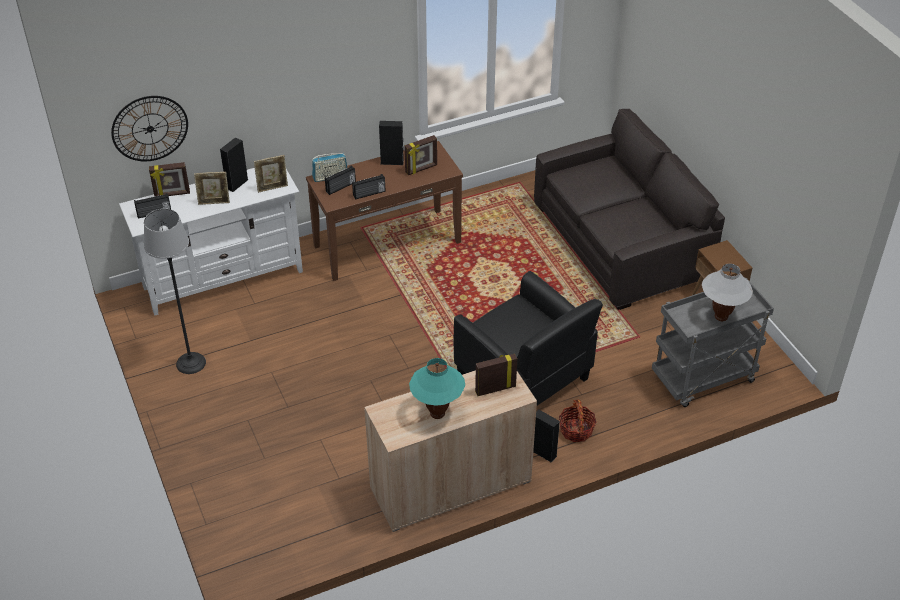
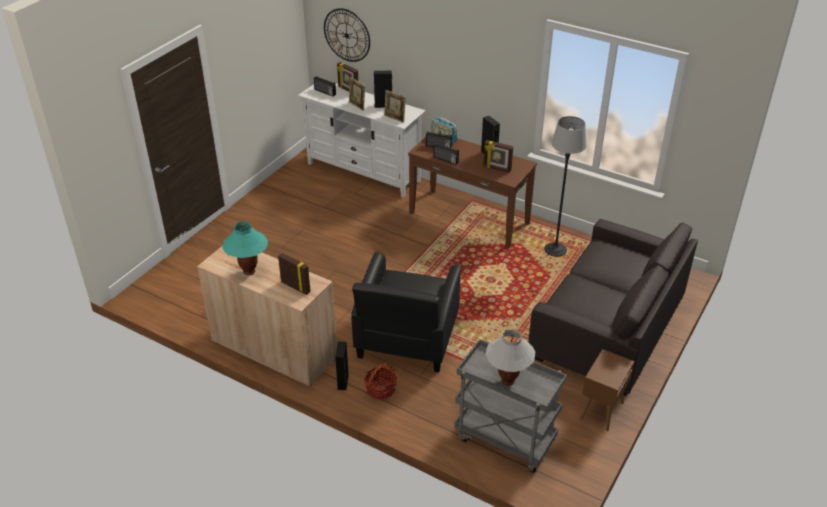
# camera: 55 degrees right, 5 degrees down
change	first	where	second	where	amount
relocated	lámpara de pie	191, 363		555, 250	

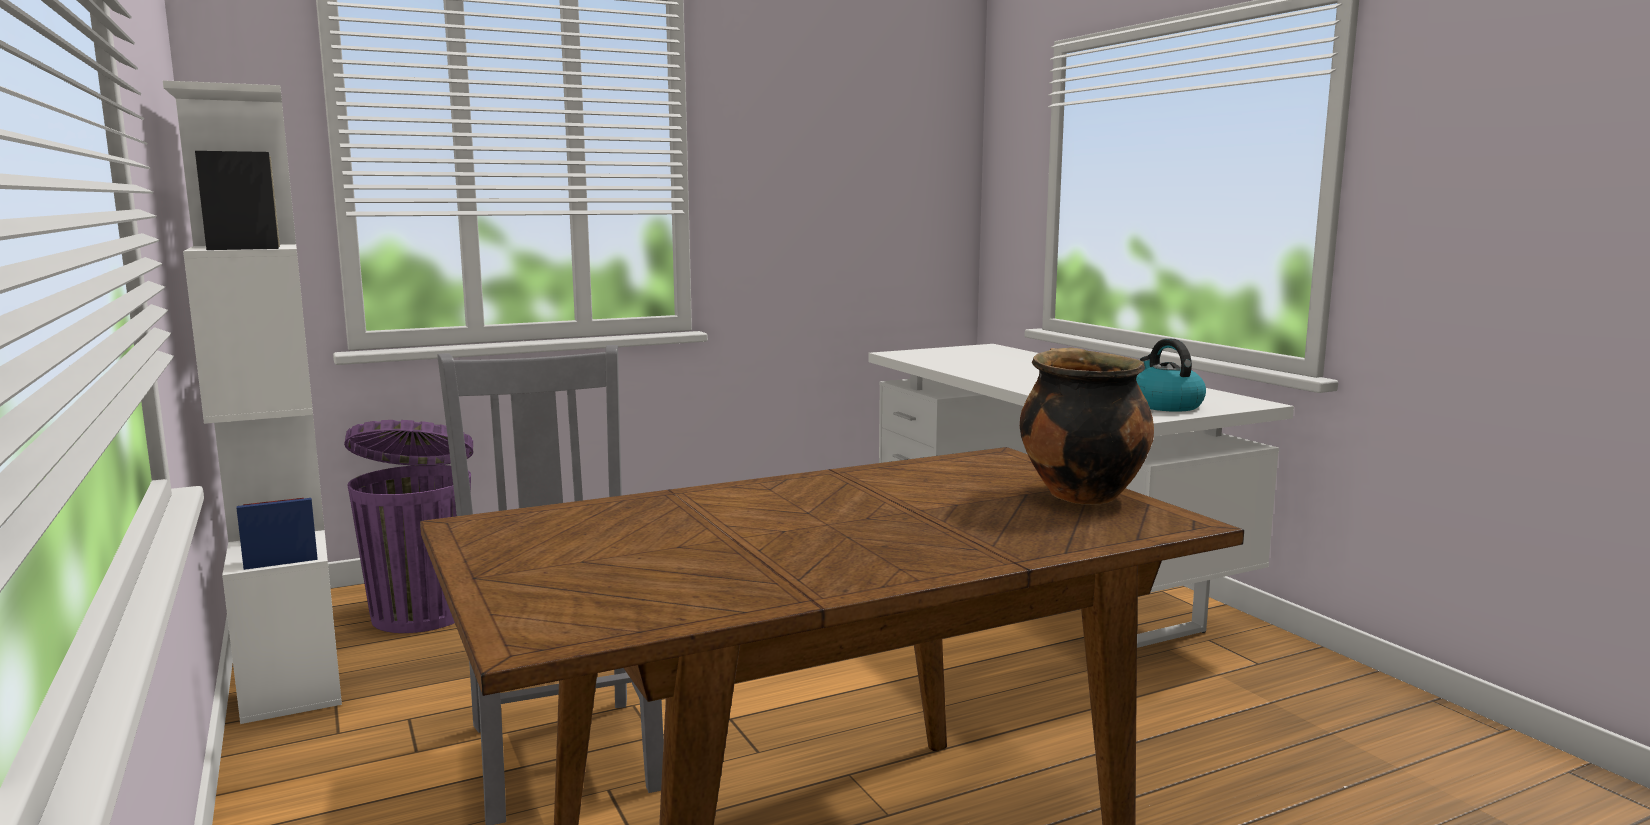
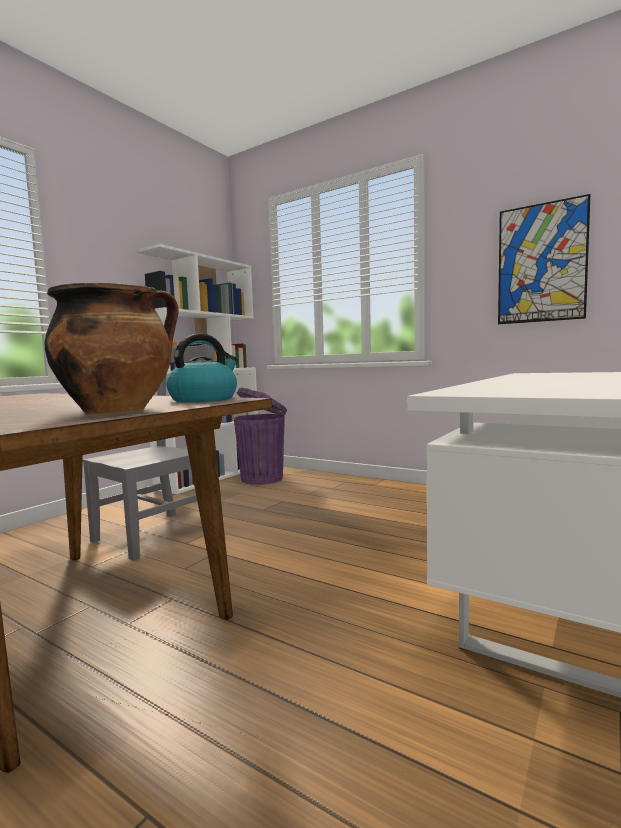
# camera: 60 degrees right, 5 degrees down
change	first	where	second	where	amount
relocated	hervidor	1165, 405		204, 399	
appeared			cuadro	541, 263	

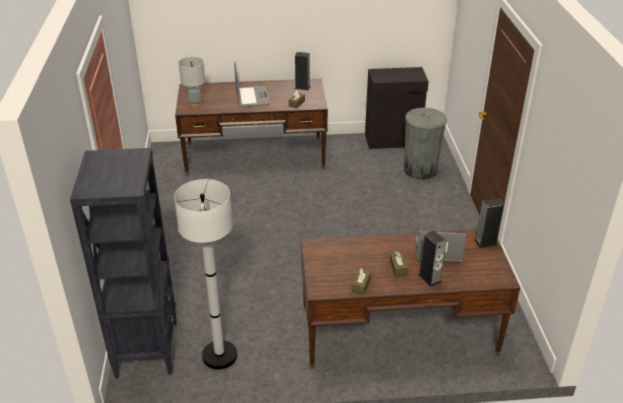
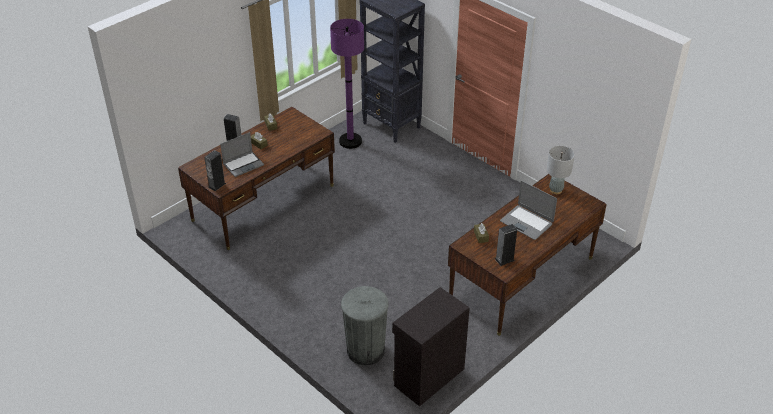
# camera: 140 degrees right, 5 degrees up
change	first	where	second	where	amount
colour	lámpara de pie/blanco	219, 356	lámpara de pie/morado	350, 141	

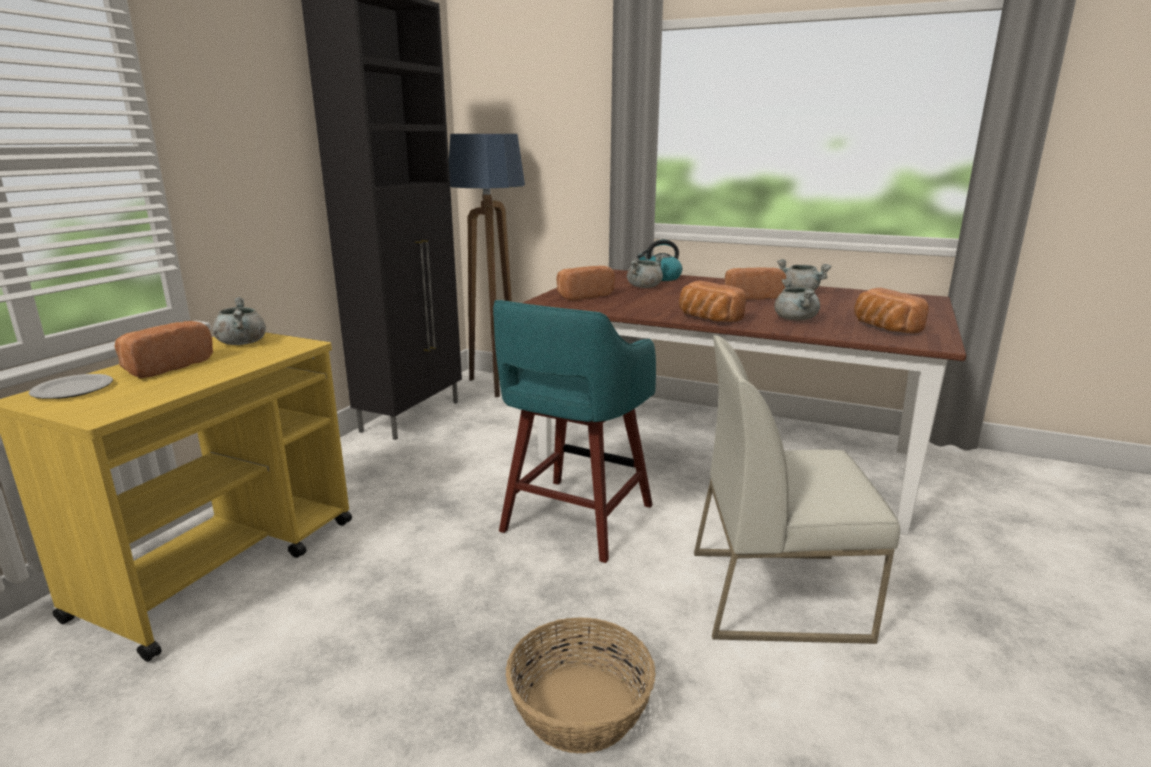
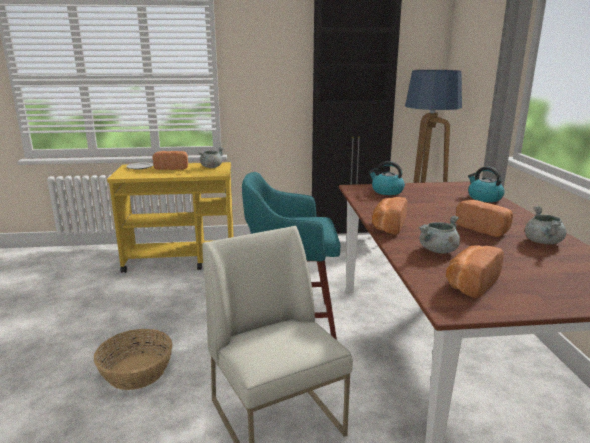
# camera: 60 degrees right, 0 degrees up
change	first	where	second	where	amount
exchanged	pan	582, 296	hervidor	386, 191	
missing	olla/gris	644, 287			

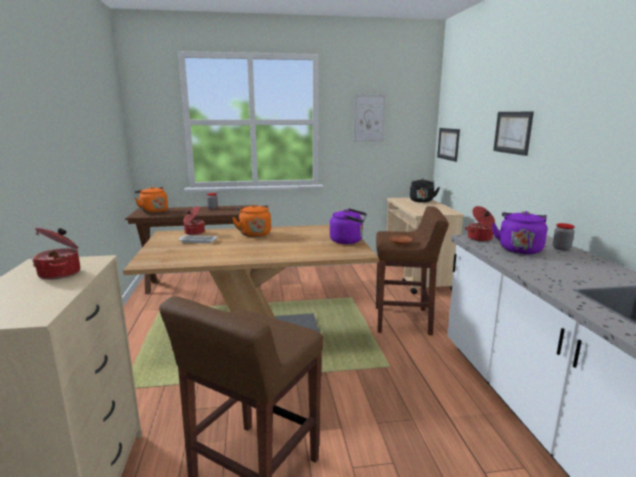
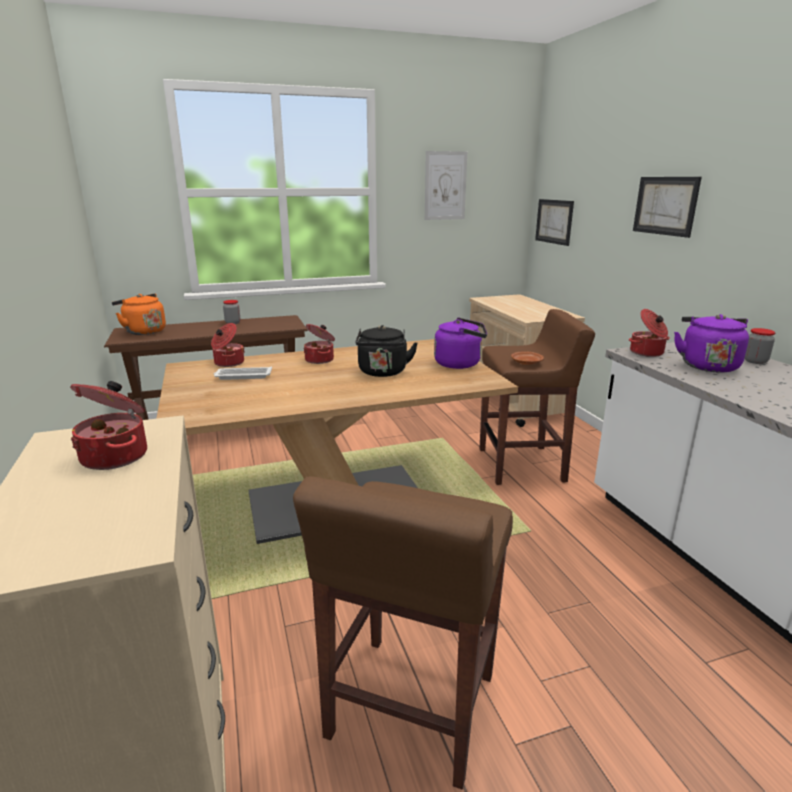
# camera: 10 degrees left, 5 degrees up
change	first	where	second	where	amount
exchanged	hervidor/naranja	254, 233	olla	320, 360	
relocated	hervidor/negro	421, 201		383, 373	

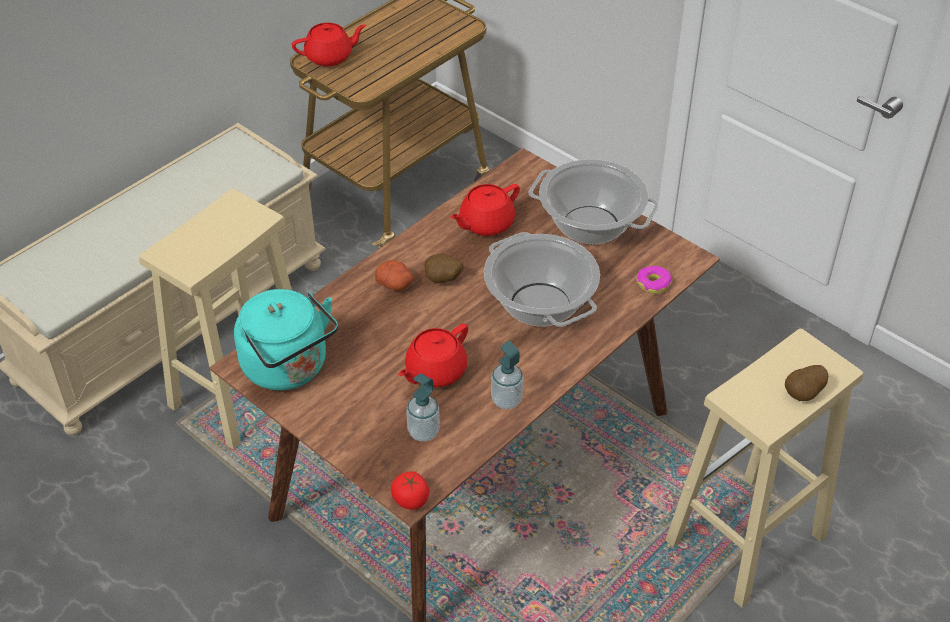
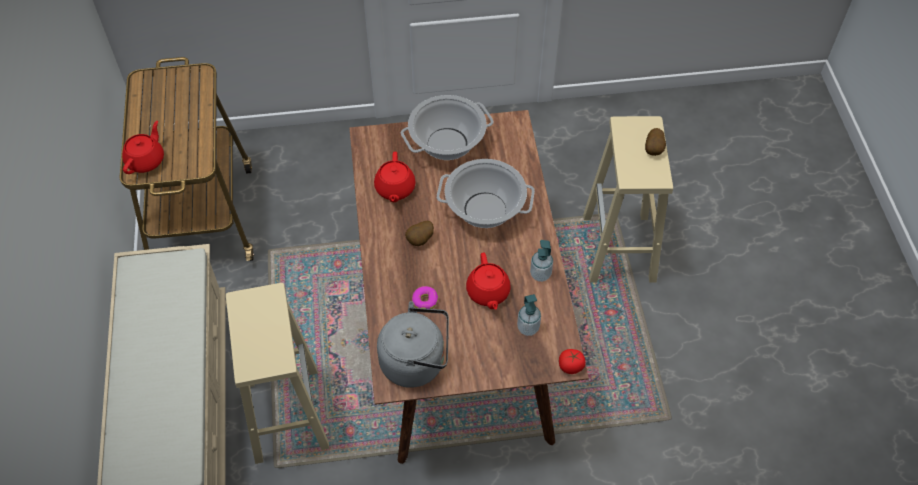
# camera: 50 degrees left, 10 degrees up
change	first	where	second	where	amount
colour	hervidor/turquesa	289, 368	hervidor/gris	417, 362	
relocated	rosquilla	653, 284		425, 300	
missing	patata	395, 284			

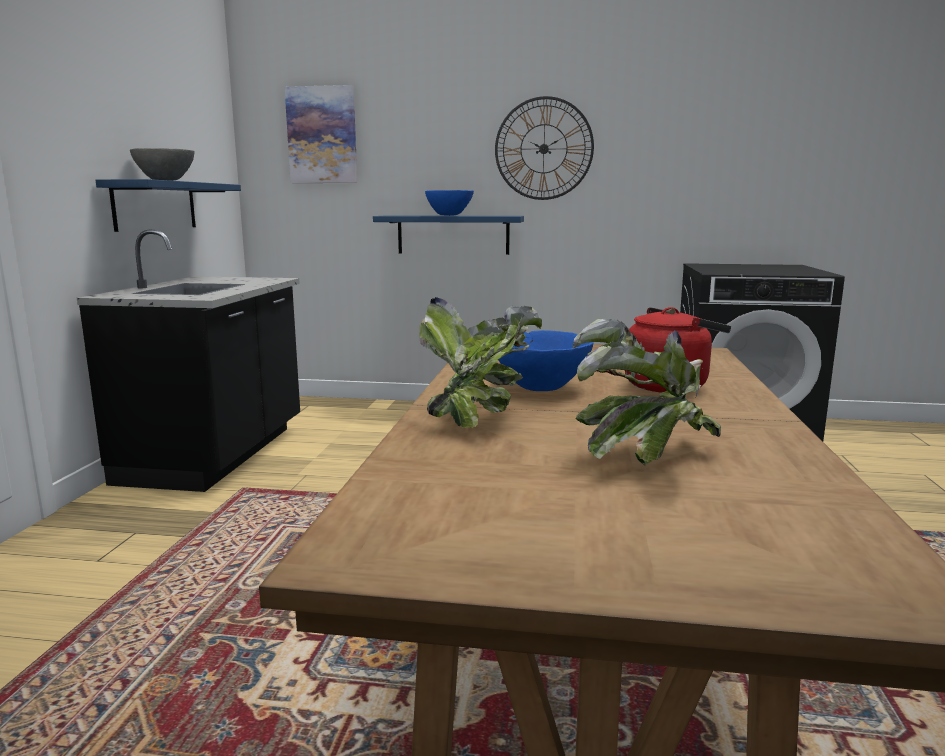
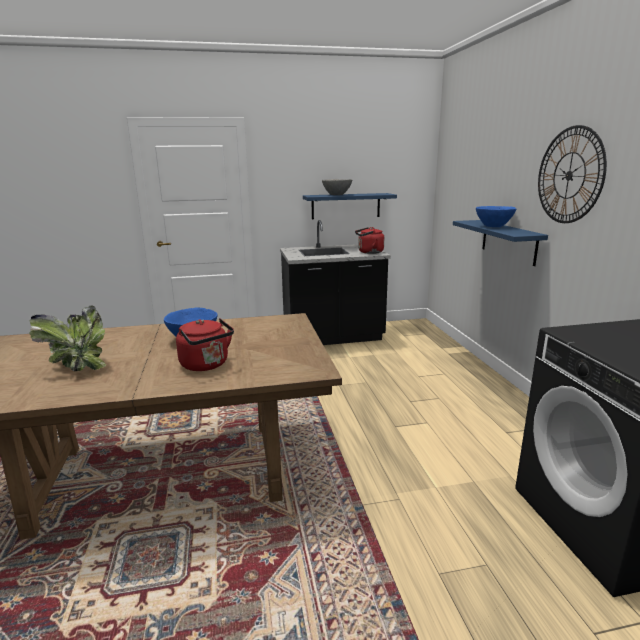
# camera: 70 degrees right, 5 degrees up
change	first	where	second	where	amount
appeared			hervidor/rojo	369, 252	
missing	cuadro	322, 135			
missing	planta en maceta	478, 417			

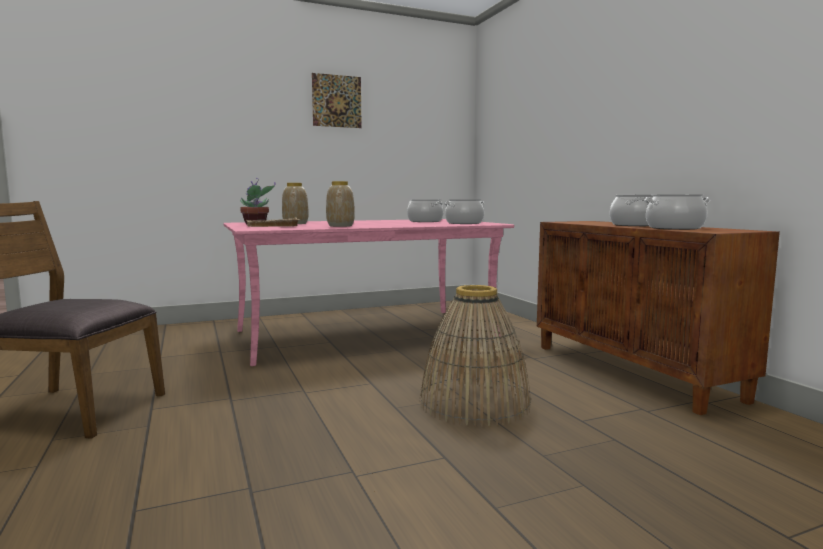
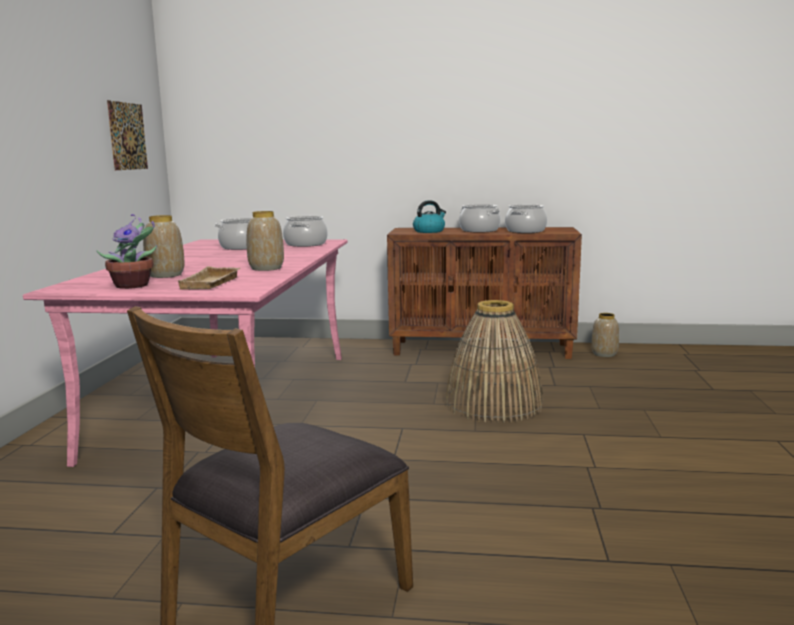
# camera: 60 degrees left, 5 degrees up
change	first	where	second	where	amount
relocated	cuadro	337, 101		127, 136	
appeared			hervidor	429, 231	
appeared			florero	604, 354	

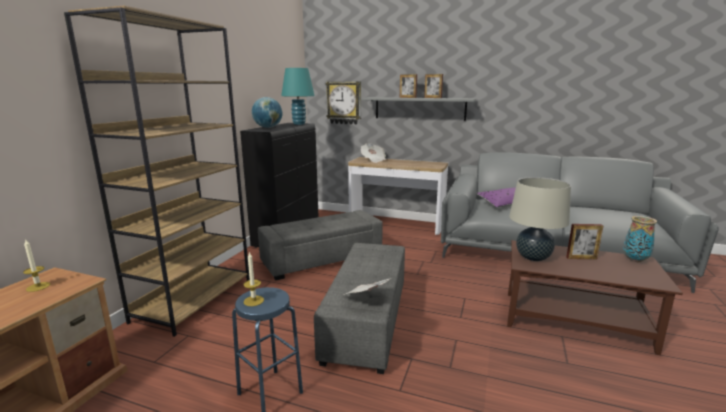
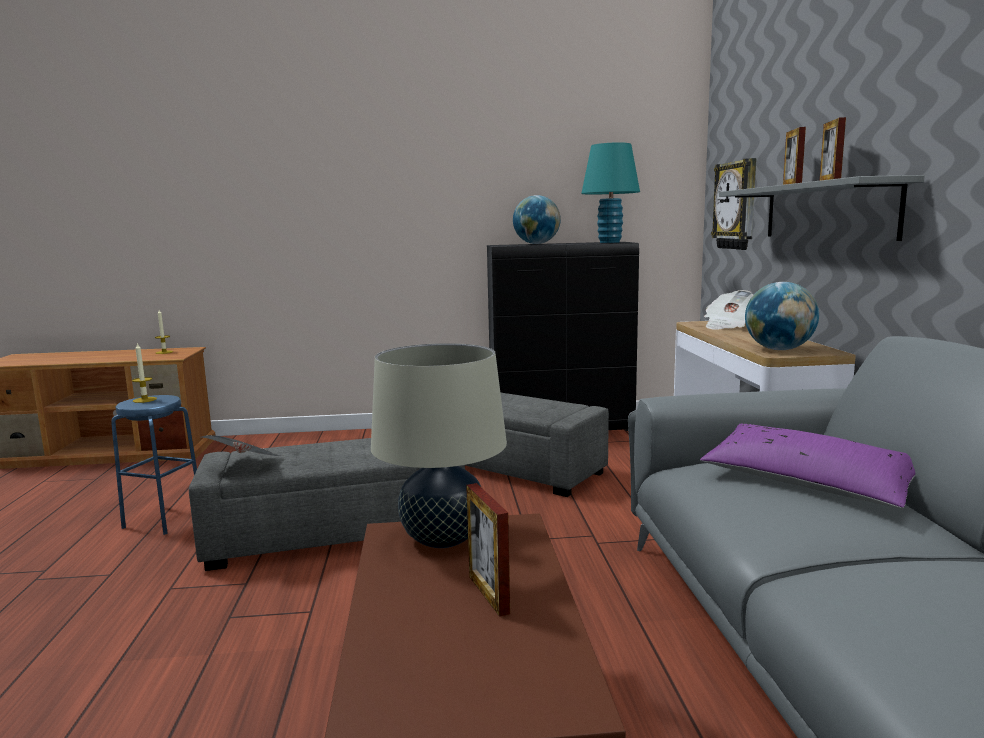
# camera: 65 degrees right, 5 degrees down
change	first	where	second	where	amount
appeared			globo terráqueo	779, 349	
missing	estantería/marrón	194, 299			
missing	florero	634, 260			

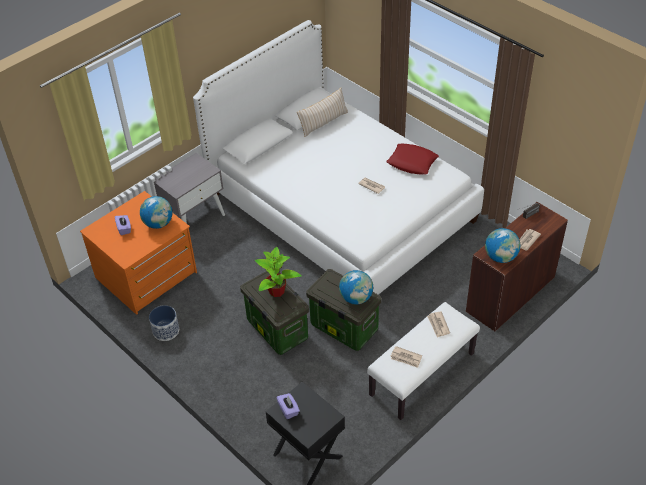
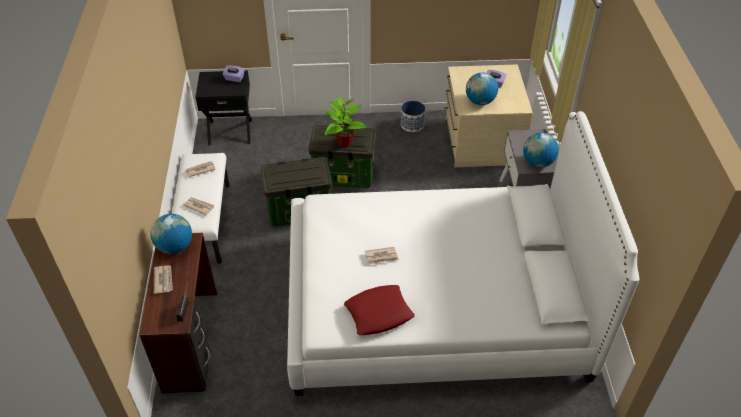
# camera: 130 degrees right, 0 degrees up
change	first	where	second	where	amount
colour	cómoda/naranja	147, 276	cómoda/beis	481, 141	
relocated	globo terráqueo	356, 298		538, 162	
missing	cojín/beis	323, 122			

